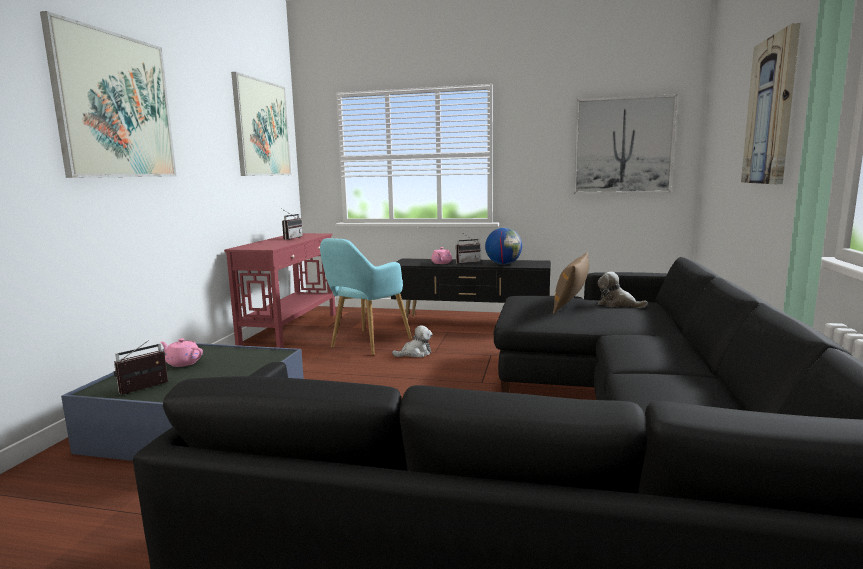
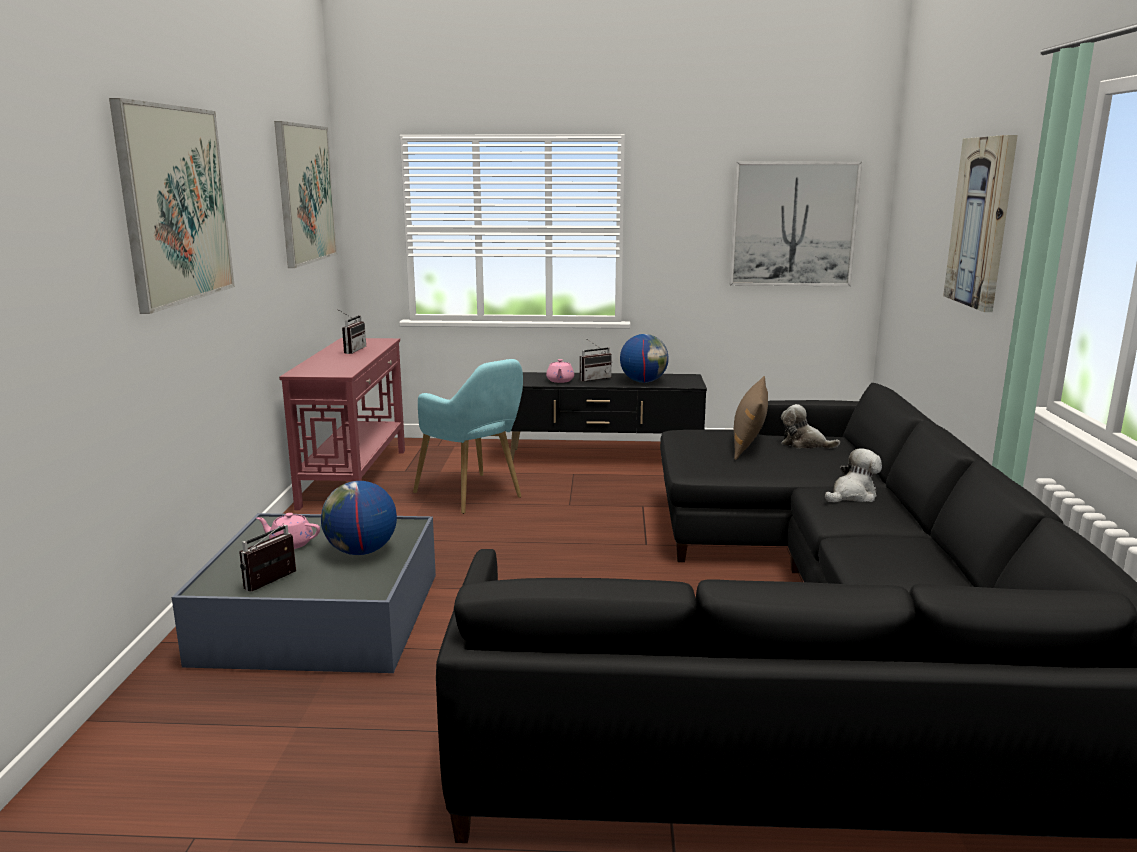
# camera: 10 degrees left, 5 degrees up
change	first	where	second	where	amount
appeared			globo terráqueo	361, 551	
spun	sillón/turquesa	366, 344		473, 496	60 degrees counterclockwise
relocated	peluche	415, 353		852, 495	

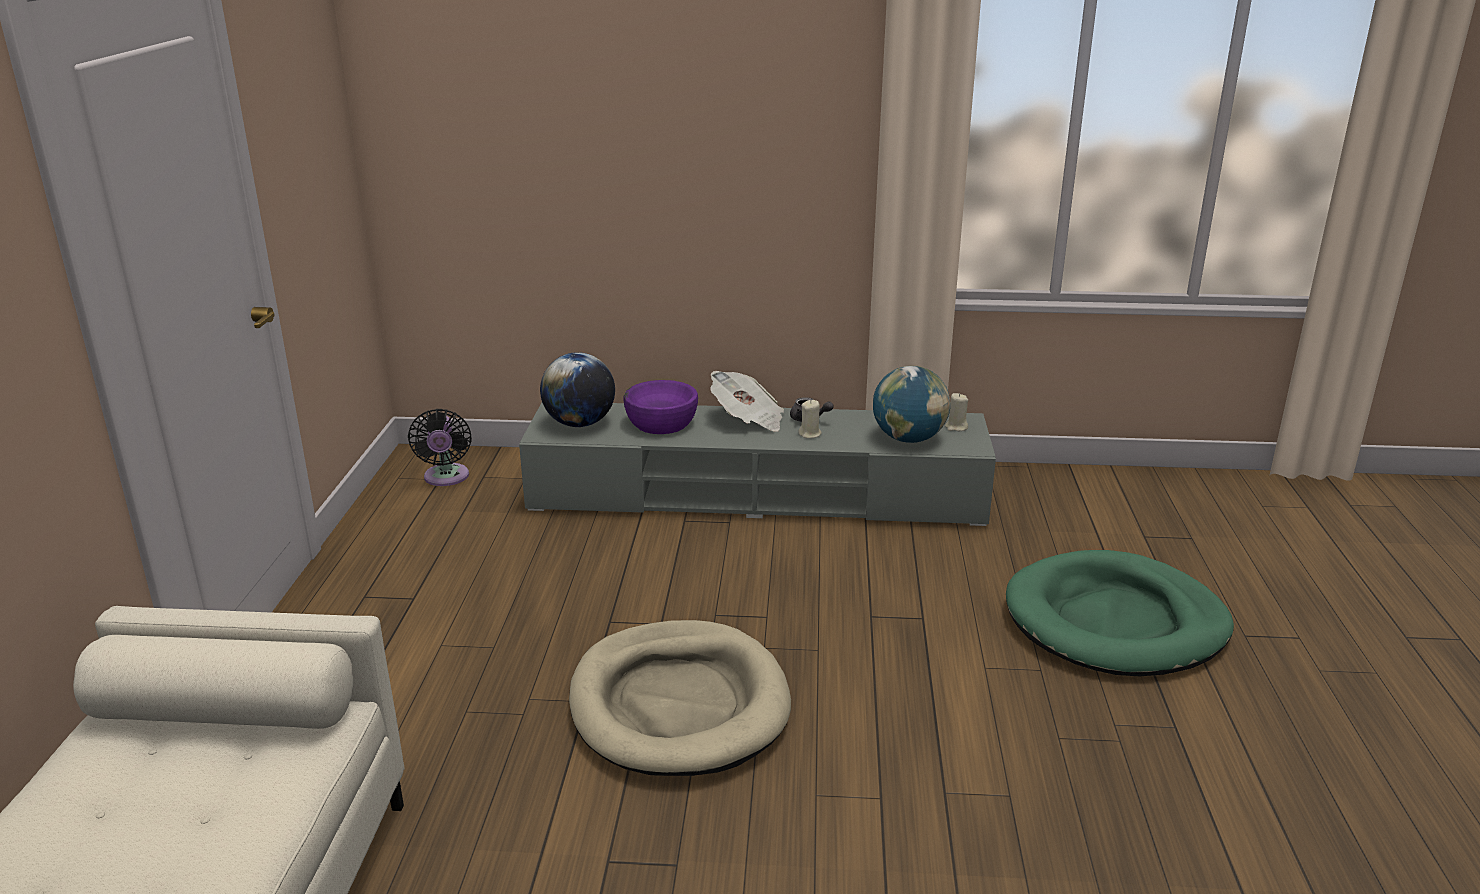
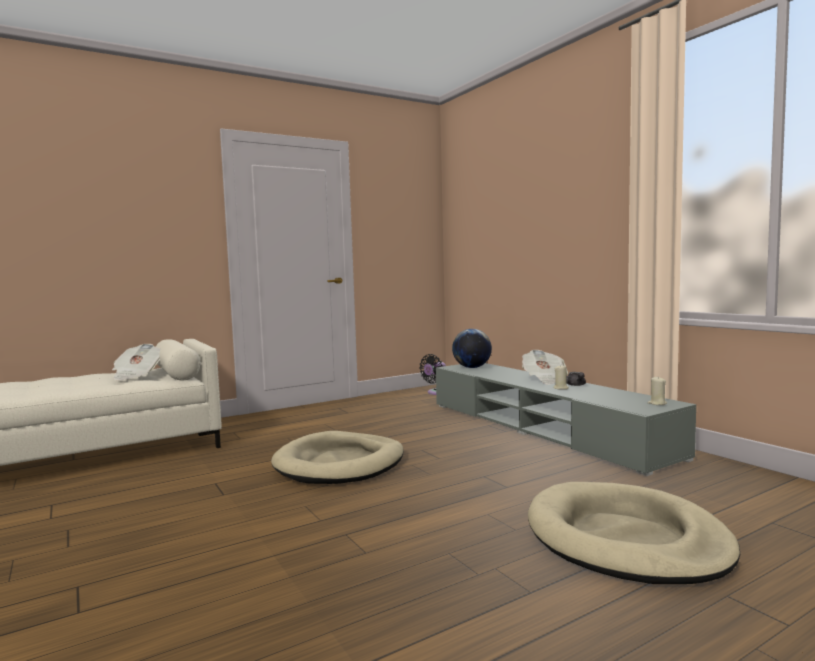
# camera: 55 degrees right, 20 degrees down
change	first	where	second	where	amount
appeared			periódico	137, 375	
colour	cama para perro/verde	1115, 622	cama para perro/beis	625, 539	
missing	cuenco/morado	661, 423			
missing	globo terráqueo	909, 438			

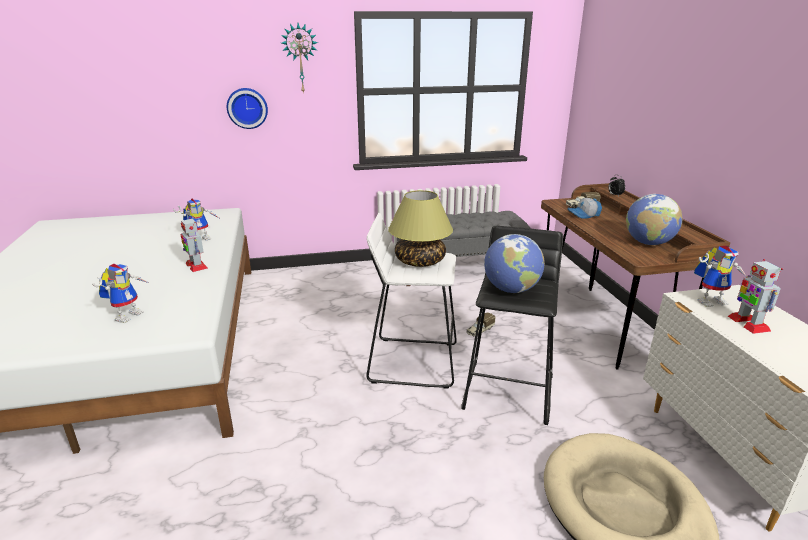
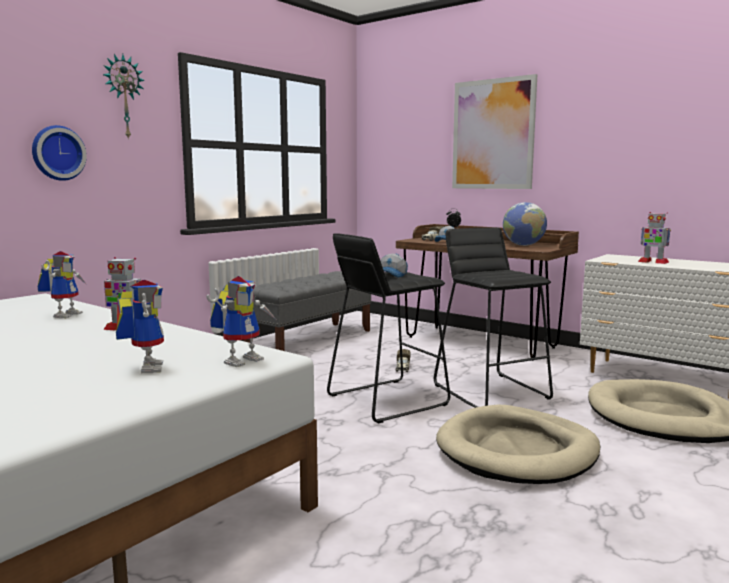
# camera: 40 degrees left, 15 degrees down
change	first	where	second	where	amount
relocated	robot de juguete	711, 300		242, 360	
colour	taburete/blanco	412, 361	taburete/negro	386, 400	
exchanged	lámpara de mesa	420, 261	gorra	392, 275	
appeared			cama para perro/beis	517, 451	
appeared			cuadro	493, 134	
missing	globo terráqueo	511, 289			

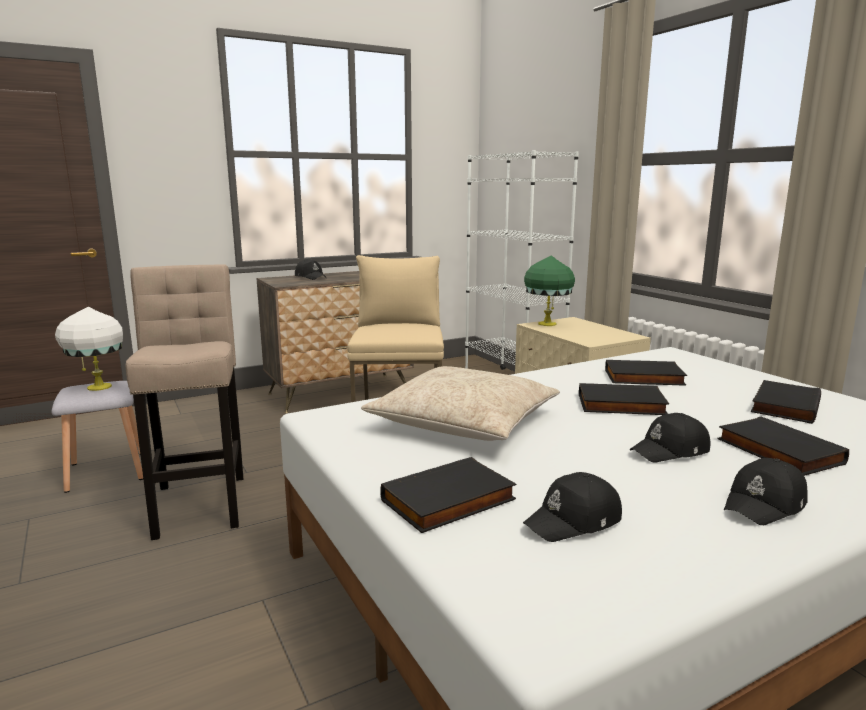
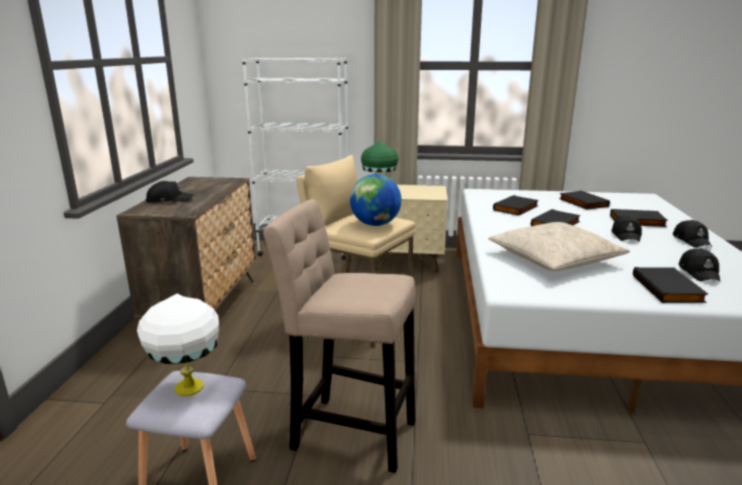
# camera: 55 degrees left, 5 degrees up
change	first	where	second	where	amount
appeared			globo terráqueo	375, 224	

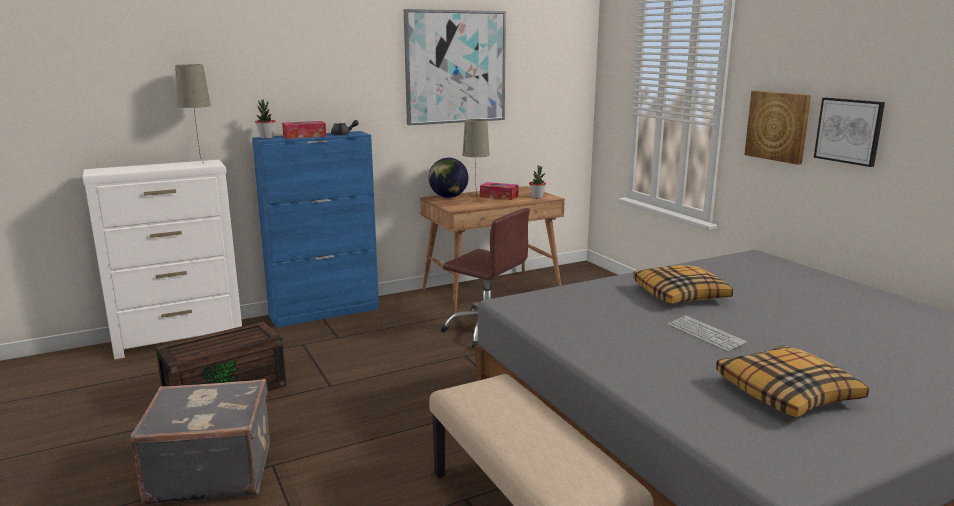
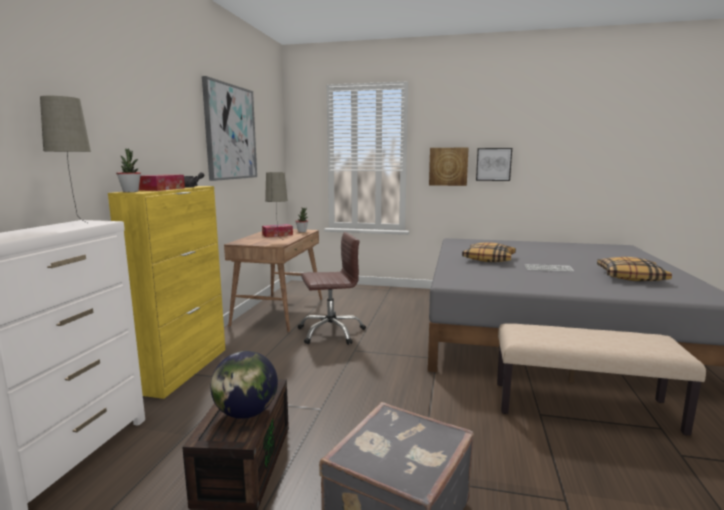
# camera: 50 degrees left, 5 degrees down
change	first	where	second	where	amount
colour	armario/azul	325, 312	armario/amarillo	184, 369	
relocated	globo terráqueo	448, 197		246, 413	

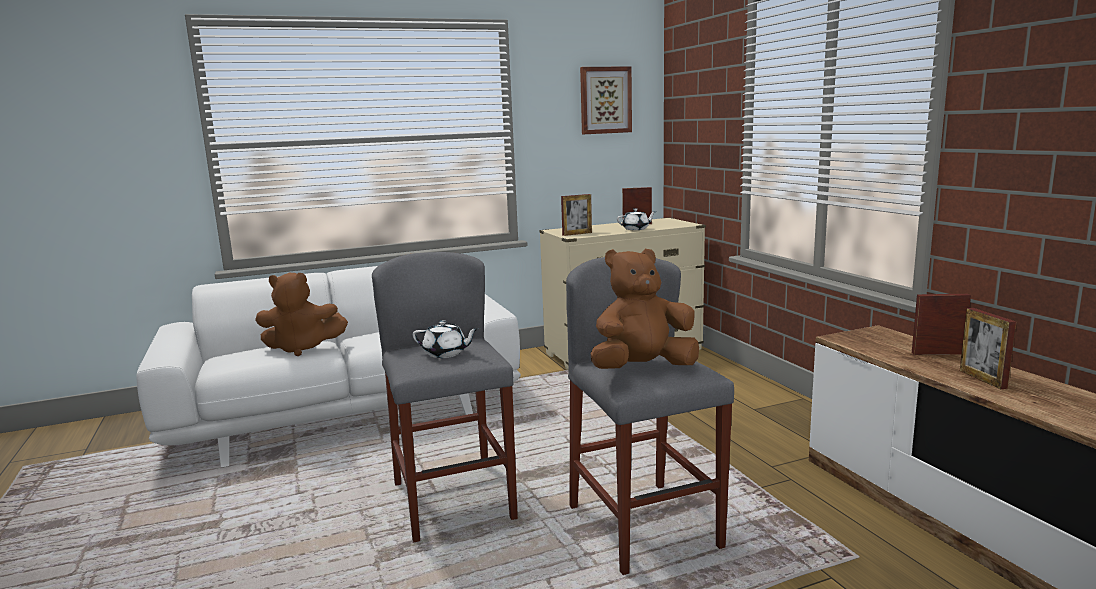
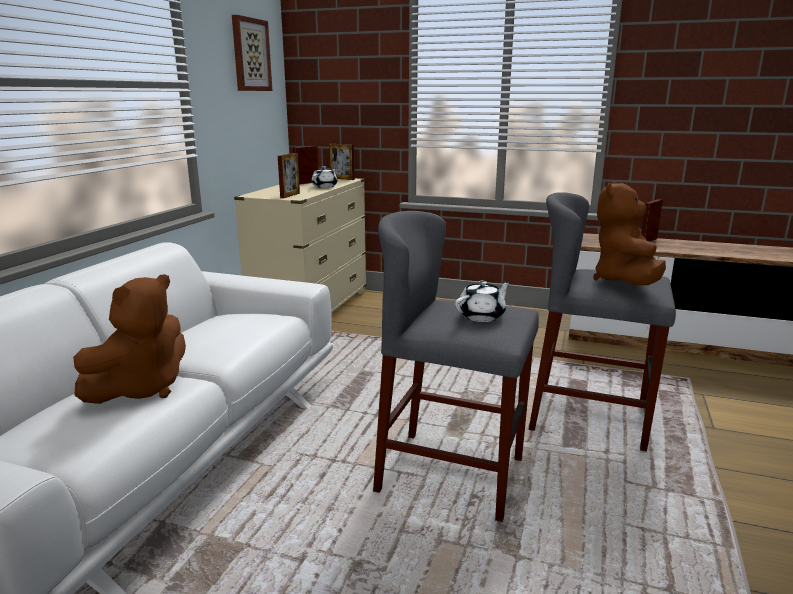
# camera: 50 degrees left, 5 degrees up
change	first	where	second	where	amount
relocated	portarretratos	982, 379		342, 179	

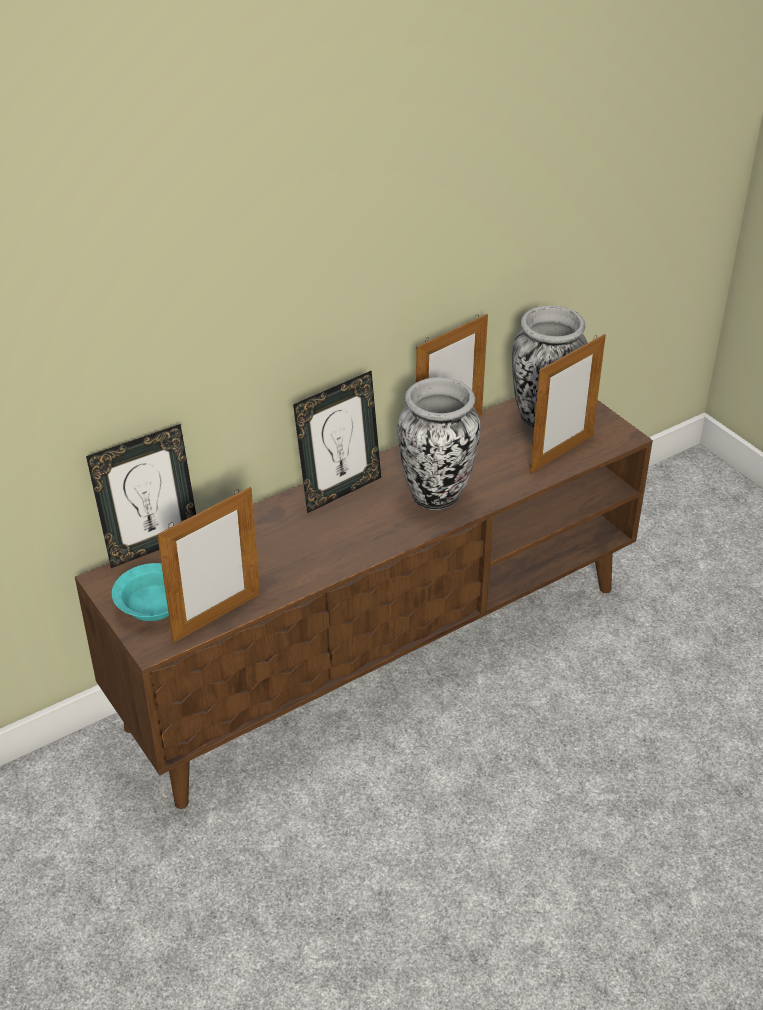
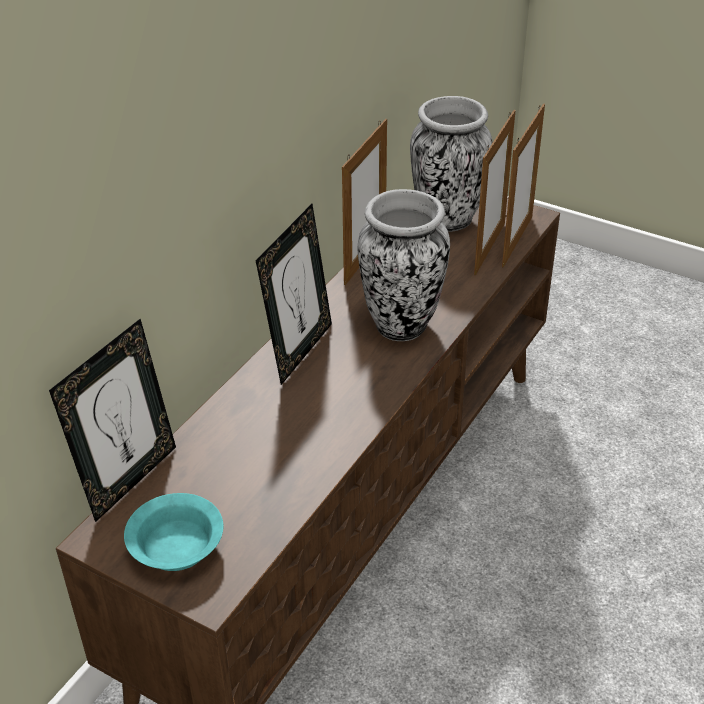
# camera: 25 degrees left, 0 degrees up
change	first	where	second	where	amount
relocated	portarretratos	217, 617		517, 241	

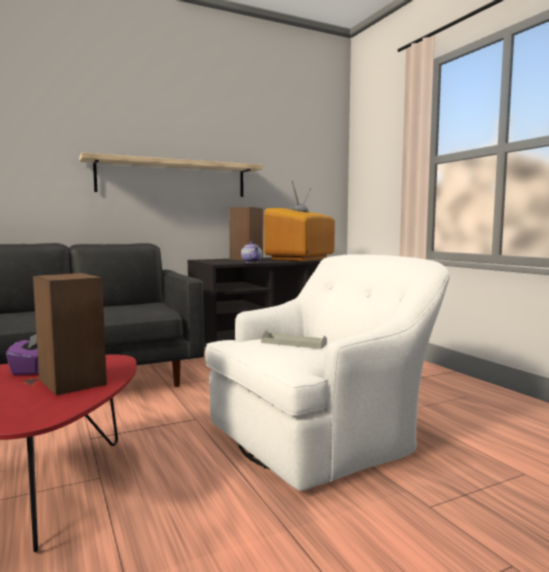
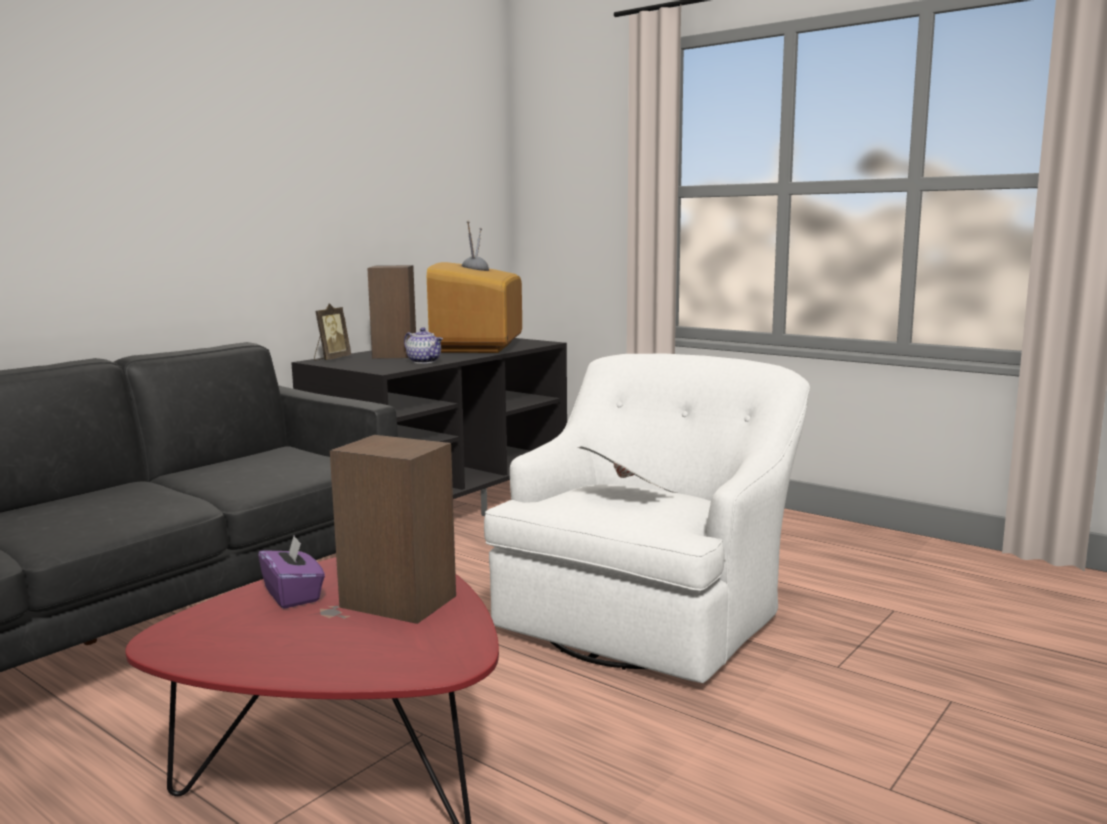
# camera: 25 degrees left, 5 degrees up
change	first	where	second	where	amount
appeared			portarretratos	331, 359	
exchanged	bandeja/gris	293, 343	periódico	627, 495	
missing	estante	173, 178			

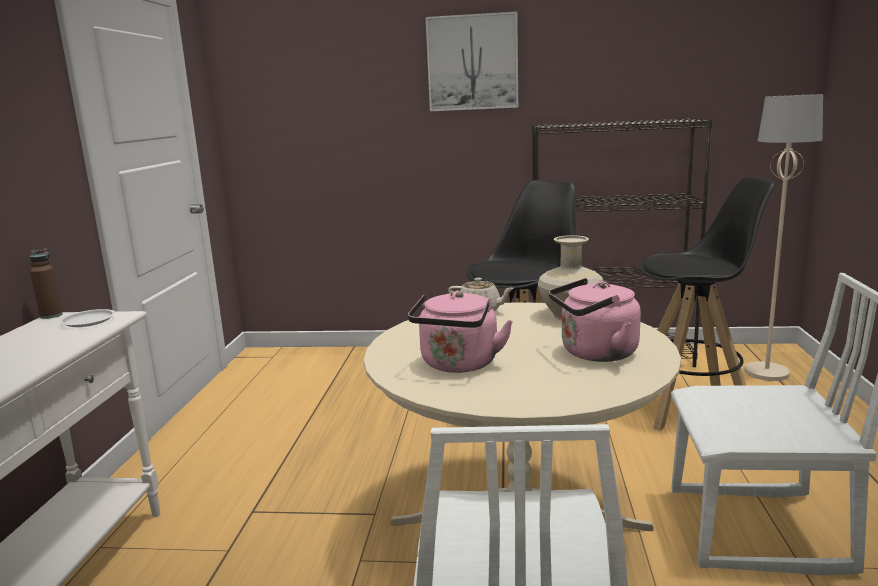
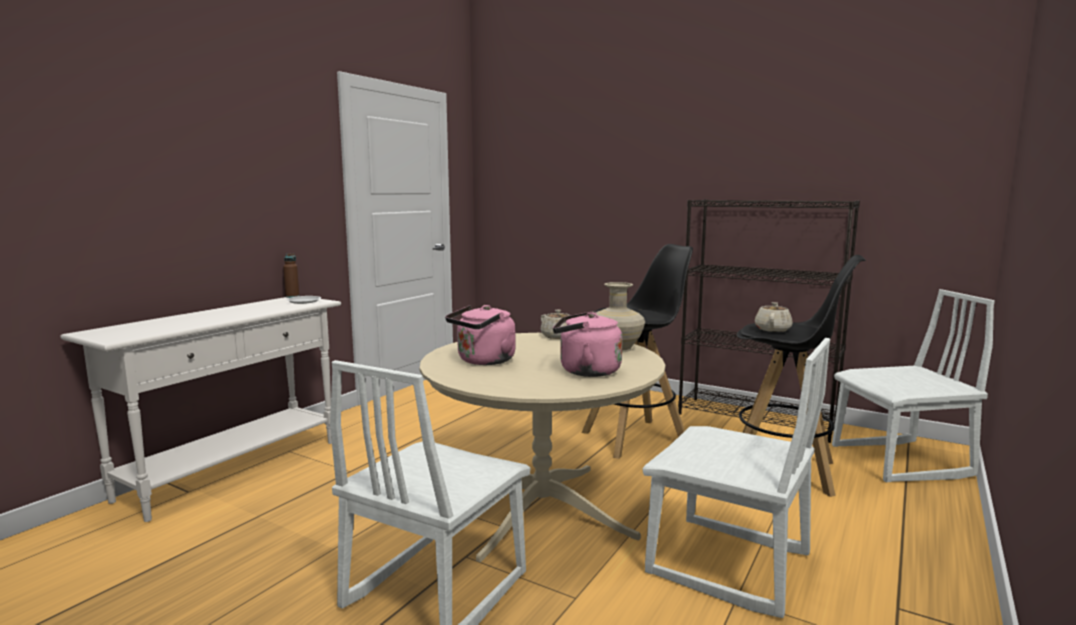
# camera: 25 degrees right, 5 degrees down
change	first	where	second	where	amount
appeared			tetera/beis	772, 329	
exchanged	lámpara de pie/beis	767, 372	silla/blanco	901, 462	
missing	cuadro	472, 63			

